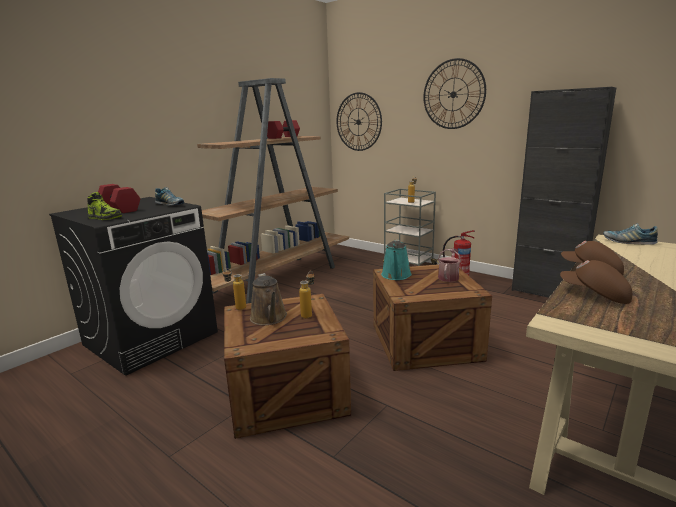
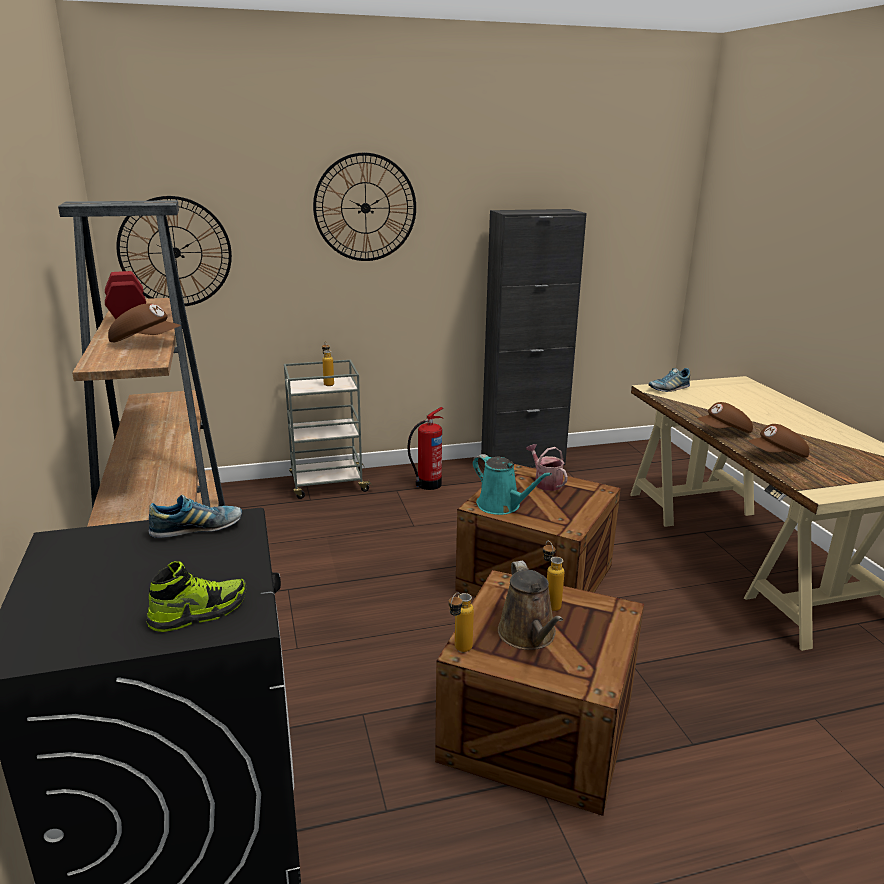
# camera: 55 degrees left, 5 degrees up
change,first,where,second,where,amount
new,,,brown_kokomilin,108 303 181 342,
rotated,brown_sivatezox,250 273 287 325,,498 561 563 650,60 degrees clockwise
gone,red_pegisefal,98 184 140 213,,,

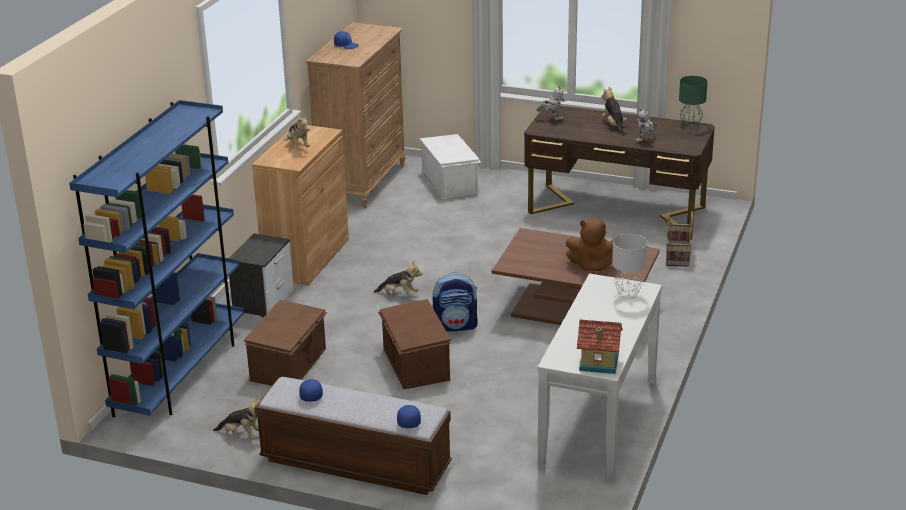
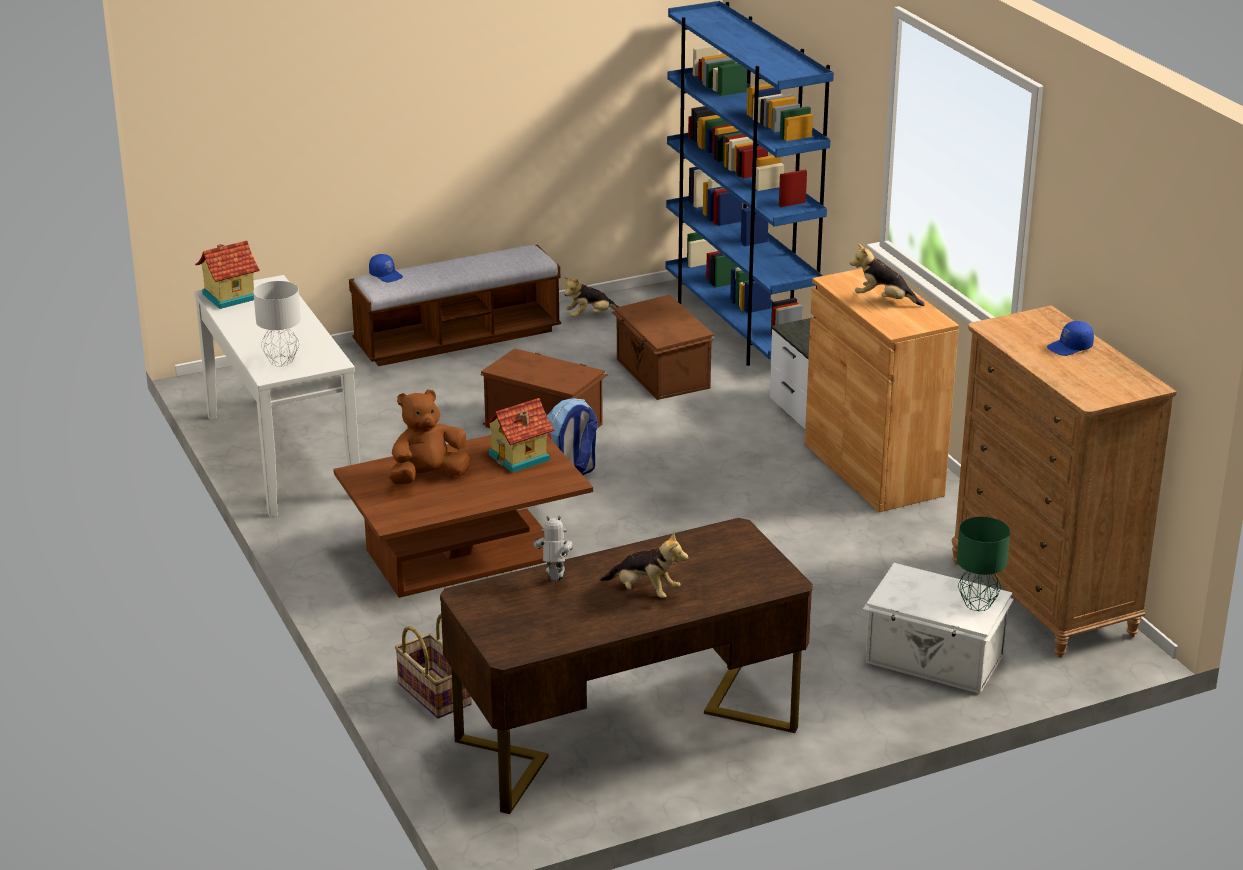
# camera: 135 degrees right, 0 degrees up
change,first,where,second,where,amount
new,,,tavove,483 398 554 473,
shifted,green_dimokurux,679 76 708 128,,957 517 1010 611,
gone,blue_kokomilin,299 379 323 402,,,
gone,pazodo,374 260 423 297,,,
gone,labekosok,536 85 566 121,,,

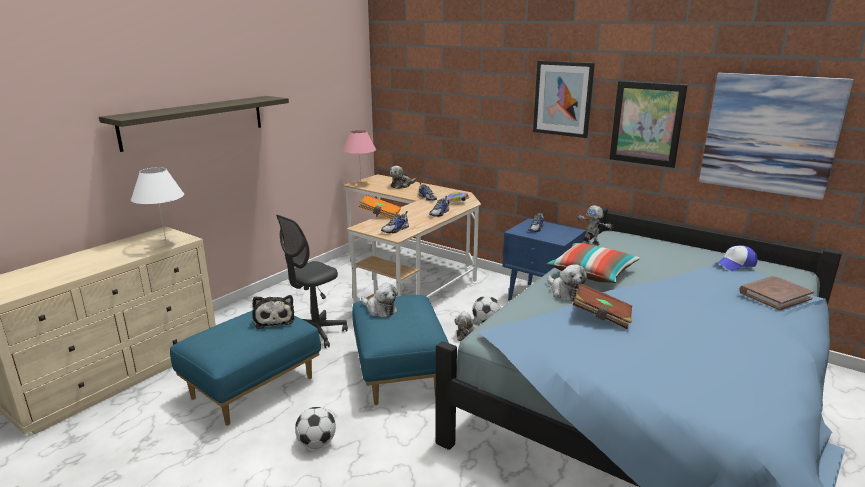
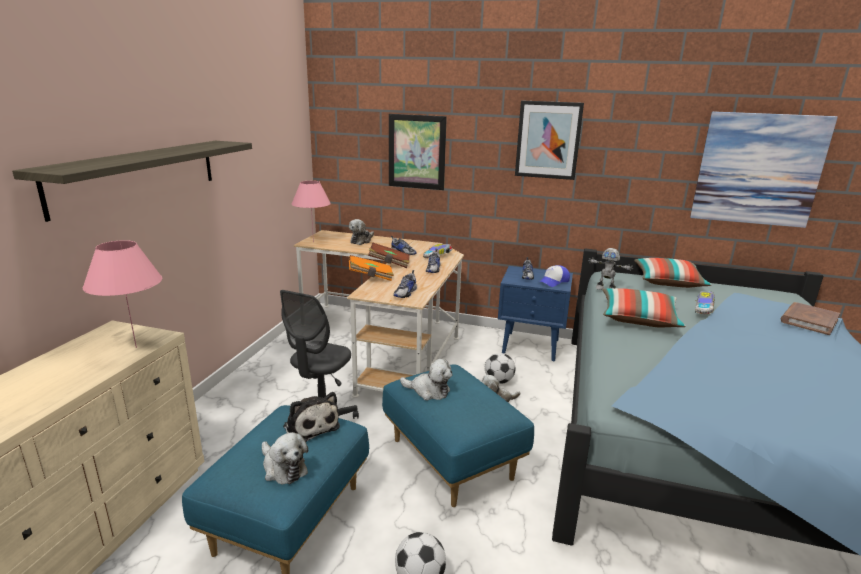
# camera: 20 degrees left, 0 degrees up
change,first,where,second,where,amount
repainted,white_dimokurux,131 167 184 245,pink_dimokurux,83 240 162 348,
shifted,pazodo,547 264 587 301,,262 432 308 484,
shifted,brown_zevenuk,573 283 632 329,,368 243 410 268,
shifted,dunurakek,609 81 688 168,,389 114 447 190,
shifted,kokomilin,716 245 758 270,,539 265 570 287,
new,,,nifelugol,634 258 711 288,
new,,,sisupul,695 291 715 314,

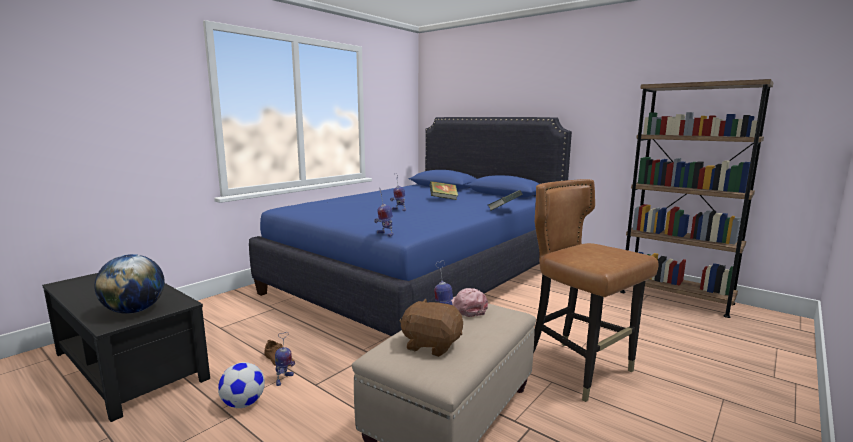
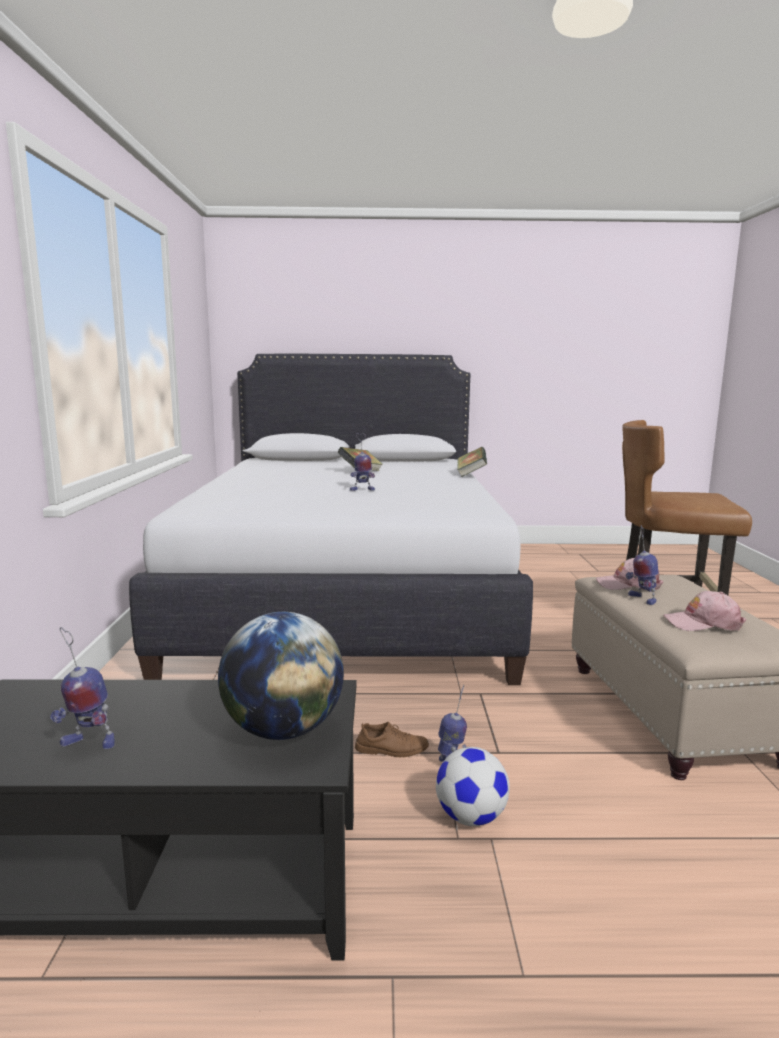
# camera: 40 degrees left, 0 degrees up
change,first,where,second,where,amount
shifted,labekosok,374 189 393 237,,50 627 115 749,
repainted,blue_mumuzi,249 117 572 336,white_mumuzi,129 354 533 685,
swapped,brown_pazodo,400 299 463 357,pink_kokomilin,663 591 746 631,
gone,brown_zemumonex,620 79 773 318,,,

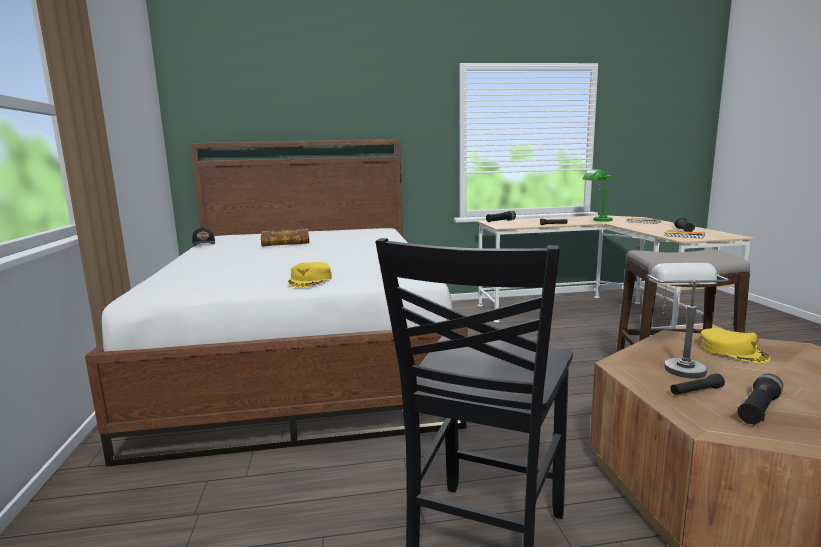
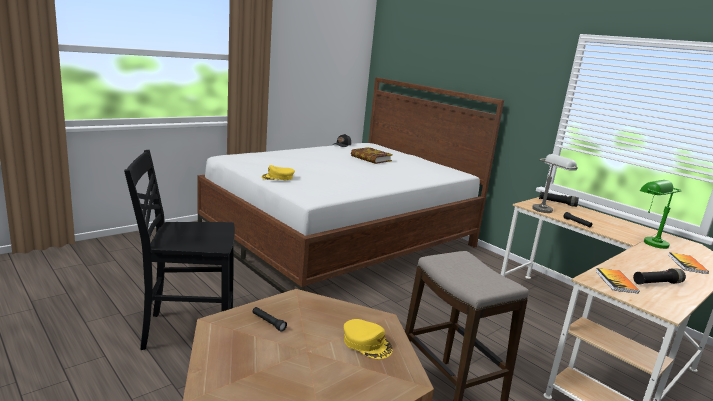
# camera: 55 degrees right, 5 degrees up
change,first,where,second,where,amount
rotated,yellow_kokomilin,701 328 770 363,,344 319 393 359,75 degrees counterclockwise
shifted,grey_dimokurux,646 263 730 379,,532 154 578 213,
gone,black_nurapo,738 374 783 424,,,

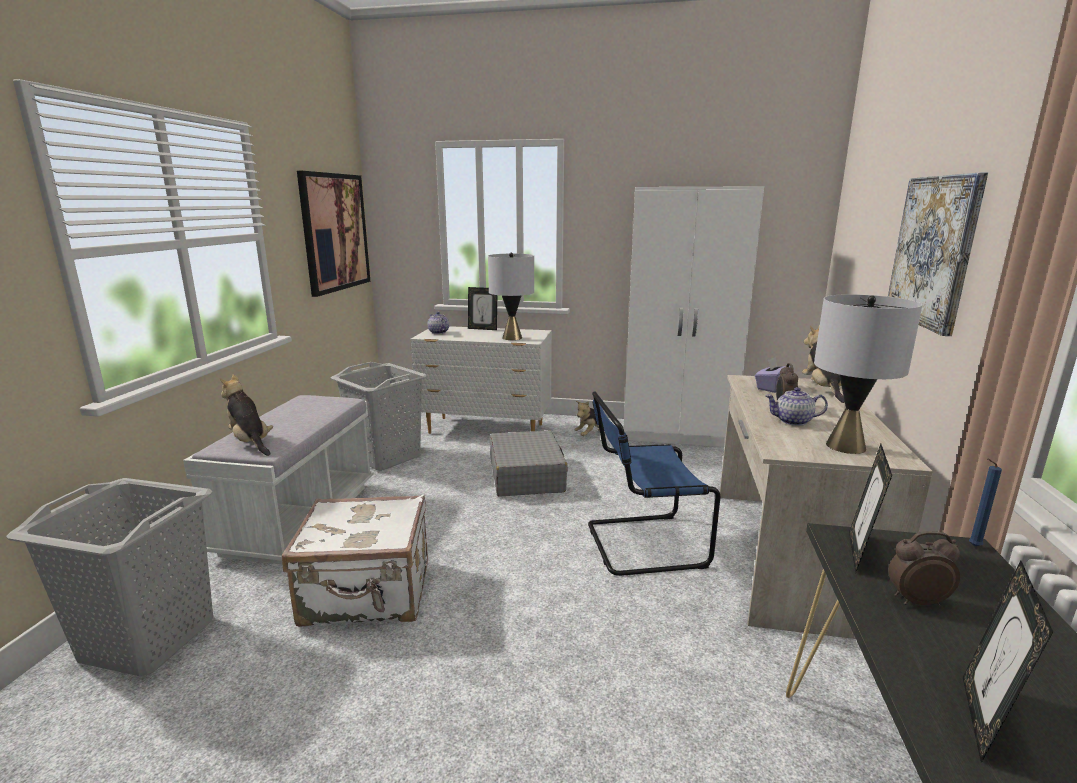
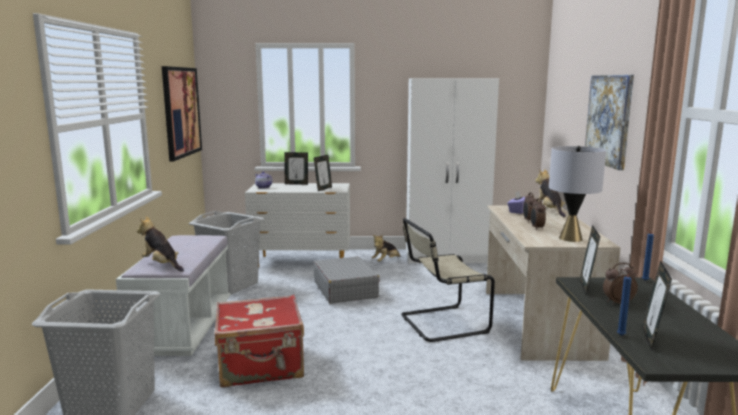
# camera: 10 degrees left, 5 degrees down
change,first,where,second,where,amount
repainted,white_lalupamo,282 495 428 627,red_lalupamo,214 295 304 388,
swapped,grey_dimokurux,488 253 534 340,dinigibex,314 155 332 191,
repainted,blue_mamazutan,588 391 721 576,beige_mamazutan,401 218 495 342,
swapped,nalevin,765 387 828 426,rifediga,531 198 546 230,
new,,,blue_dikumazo,617 272 635 336,

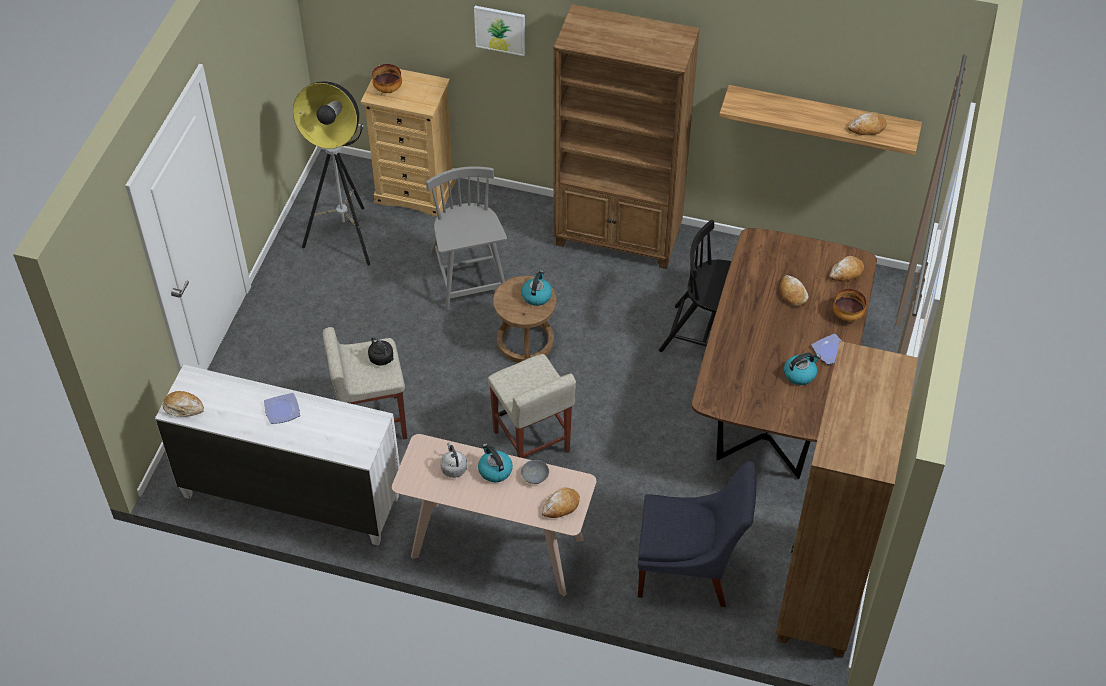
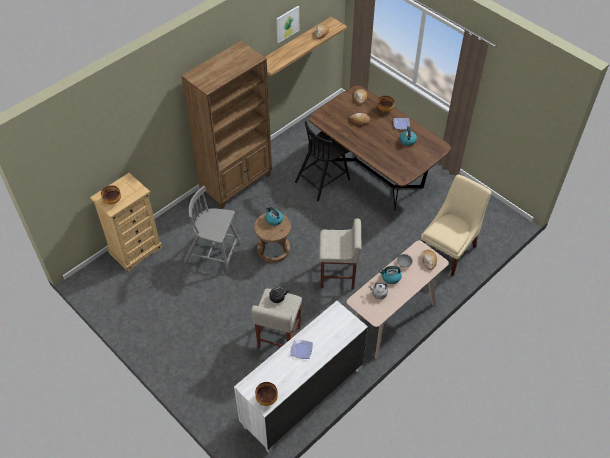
# camera: 60 degrees left, 0 degrees up
change,first,where,second,where,amount
swapped,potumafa,163 391 204 417,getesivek,255 382 278 406,
shifted,dunurakek,474 6 525 56,,276 6 299 43,
repainted,blue_mamazutan,638 461 756 607,beige_mamazutan,421 174 491 276,
gone,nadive,293 82 370 266,,,
gone,brown_zemumonex,775 341 918 658,,,

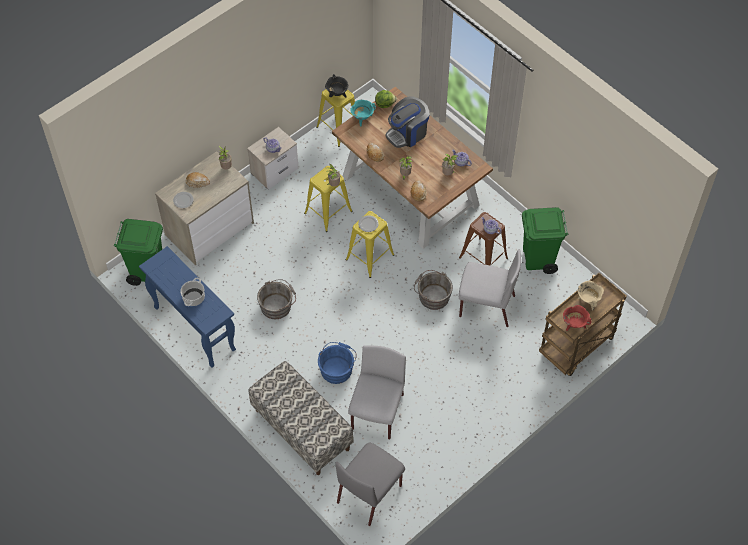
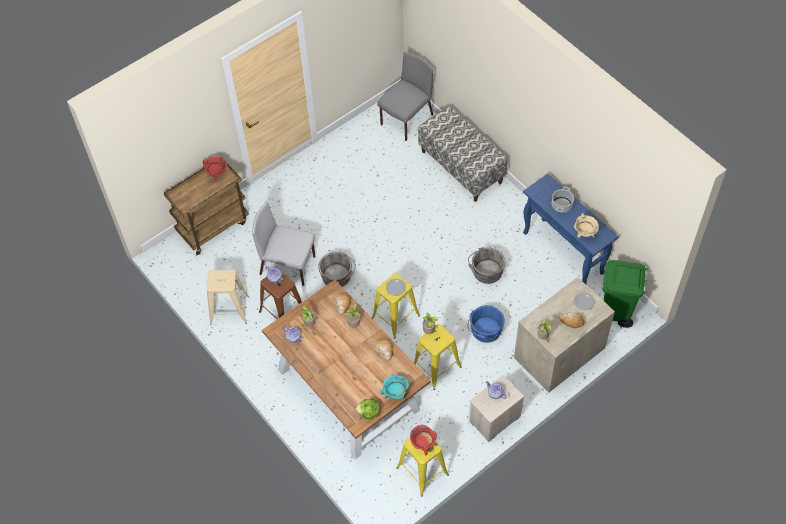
# camera: 175 degrees left, 0 degrees up
change,first,where,second,where,amount
swapped,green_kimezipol,522 207 568 274,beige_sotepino,207 270 248 325,
repainted,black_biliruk,325 74 348 98,red_biliruk,410 425 437 455,
shifted,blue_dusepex,318 342 357 384,,467 305 505 343,
shifted,beige_biliruk,578 281 604 310,,574 213 599 238,
gone,grey_mamazutan,348 346 406 440,,,
gone,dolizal,385 96 430 148,,,

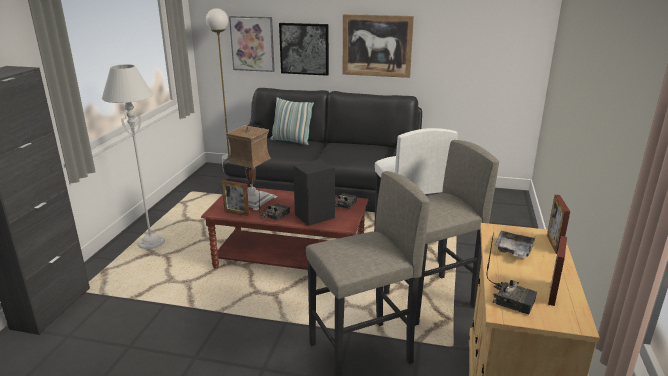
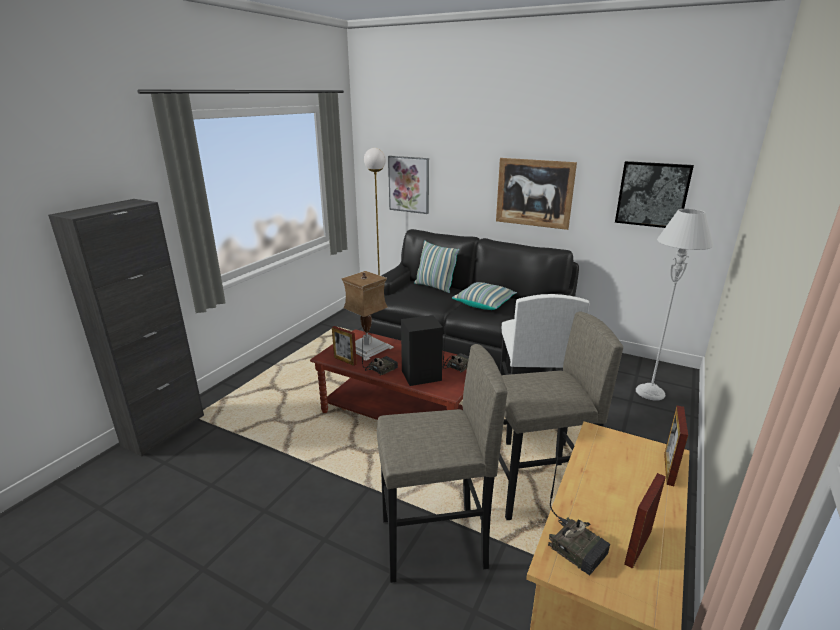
# camera: 15 degrees right, 0 degrees up
change,first,where,second,where,amount
new,,,nifelugol,452 282 517 310,
shifted,dunurakek,279 23 329 76,,615 161 694 228,
shifted,grey_nadive,102 64 165 249,,636 209 713 401,
gone,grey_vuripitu,494 231 536 258,,,

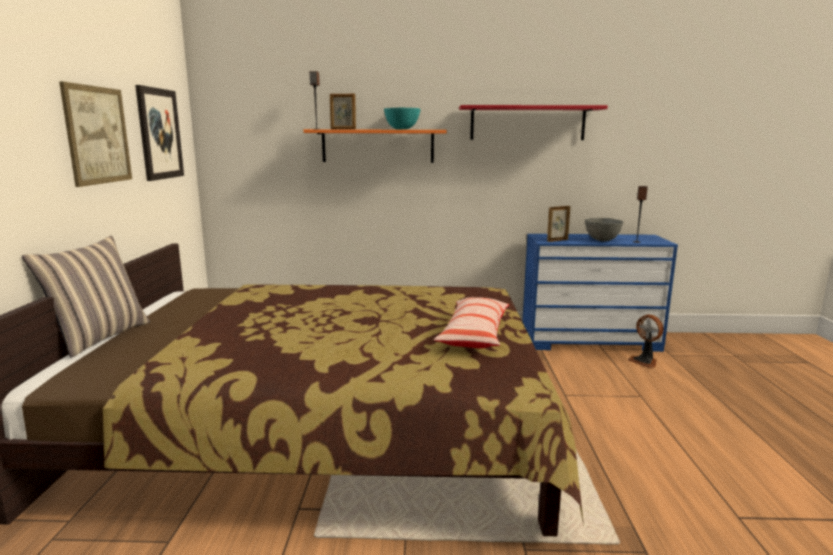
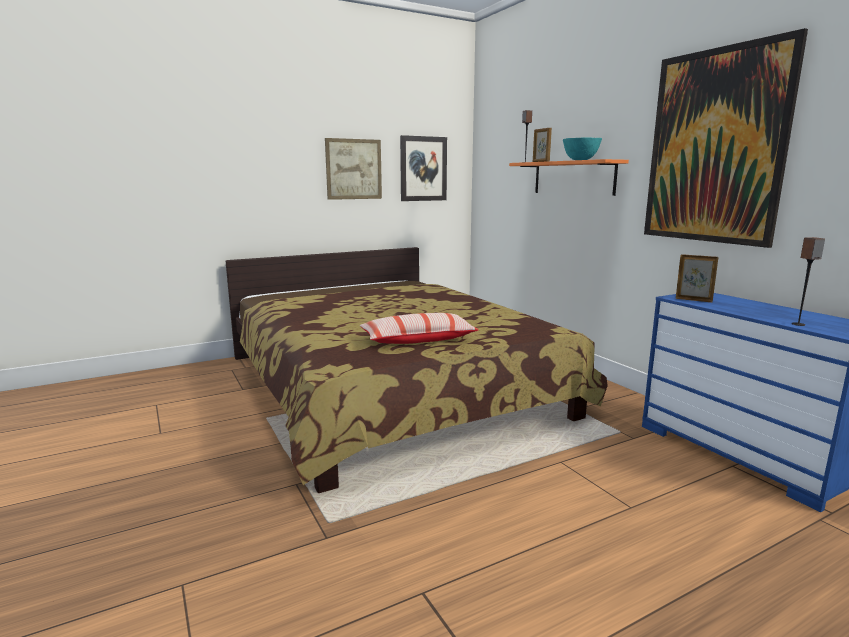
# camera: 60 degrees right, 0 degrees up
change,first,where,second,where,amount
swapped,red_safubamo,459 105 608 140,dunurakek,644 28 808 248,
gone,nifelugol,22 236 150 358,,,
gone,grey_getesivek,585 218 624 241,,,
gone,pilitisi,628 315 663 368,,,

